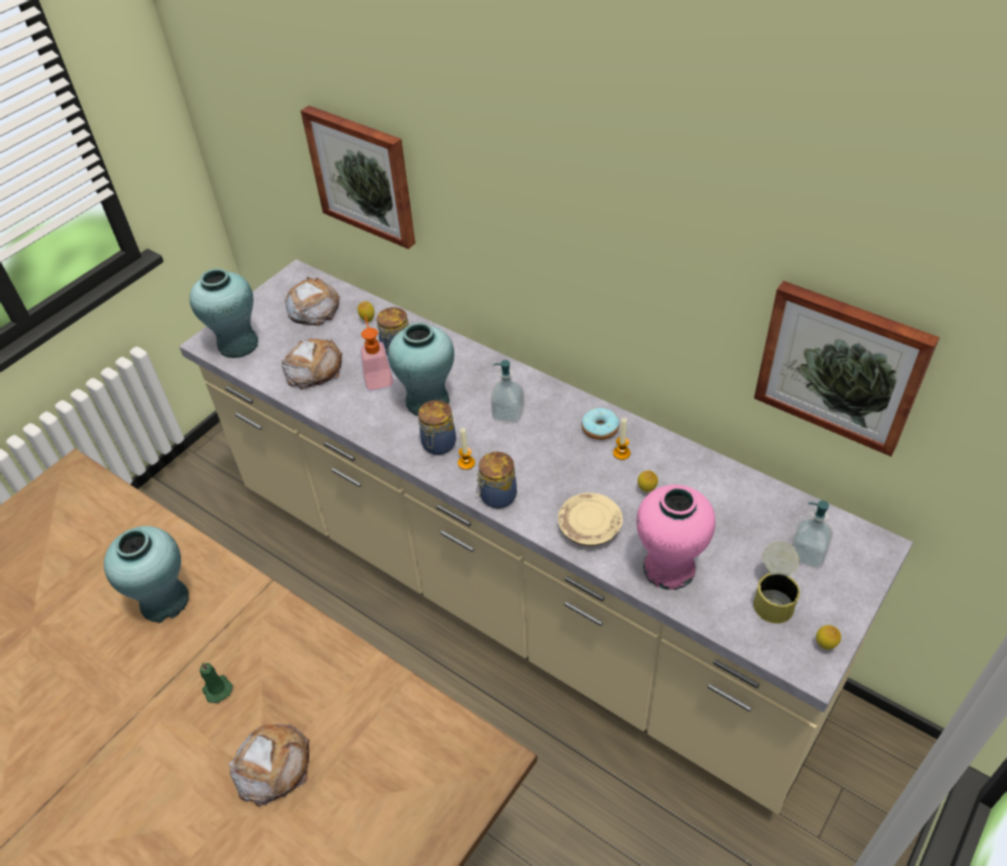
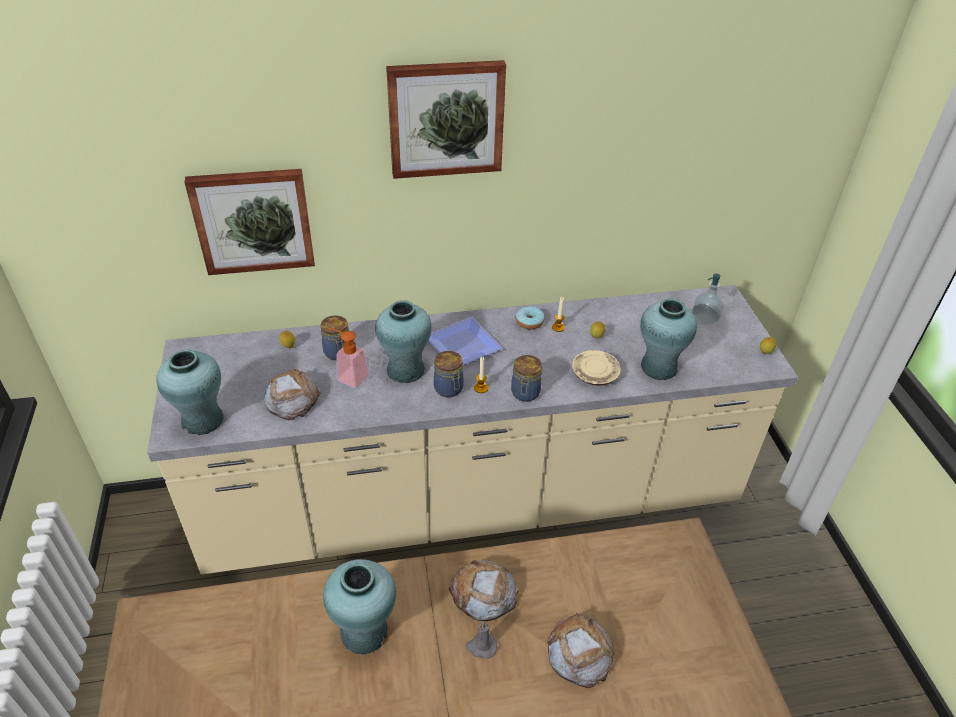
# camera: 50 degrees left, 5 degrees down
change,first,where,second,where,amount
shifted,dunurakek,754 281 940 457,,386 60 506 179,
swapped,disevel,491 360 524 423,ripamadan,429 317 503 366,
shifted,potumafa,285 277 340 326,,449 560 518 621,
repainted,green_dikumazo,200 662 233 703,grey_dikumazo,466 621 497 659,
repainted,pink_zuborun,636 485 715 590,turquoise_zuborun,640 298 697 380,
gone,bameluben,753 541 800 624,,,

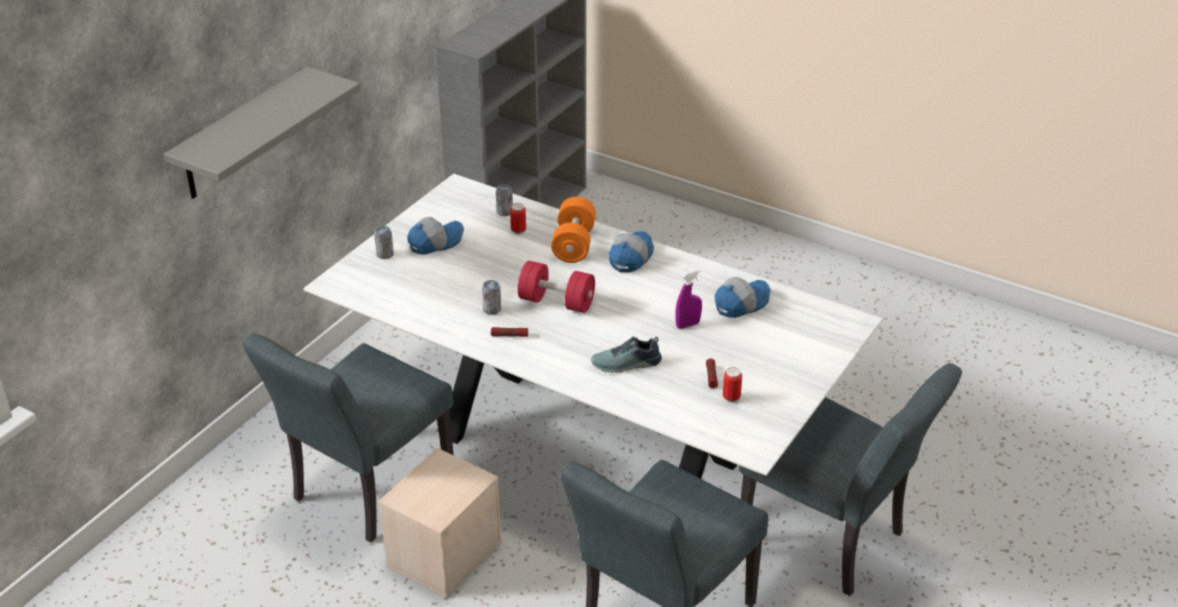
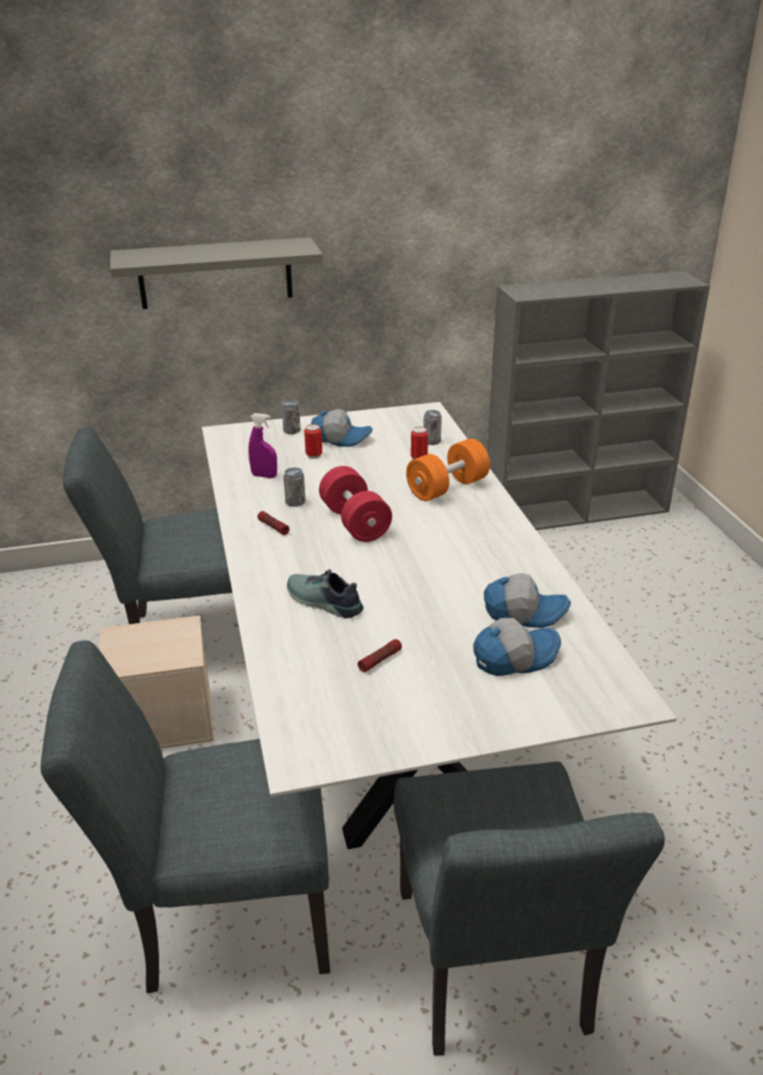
# camera: 45 degrees right, 5 degrees down
change,first,where,second,where,amount
shifted,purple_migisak,675 269 702 329,,248 413 277 478,
shifted,bameluben,723 367 742 403,,304 424 322 459,
shifted,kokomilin,609 231 654 272,,473 618 561 676,

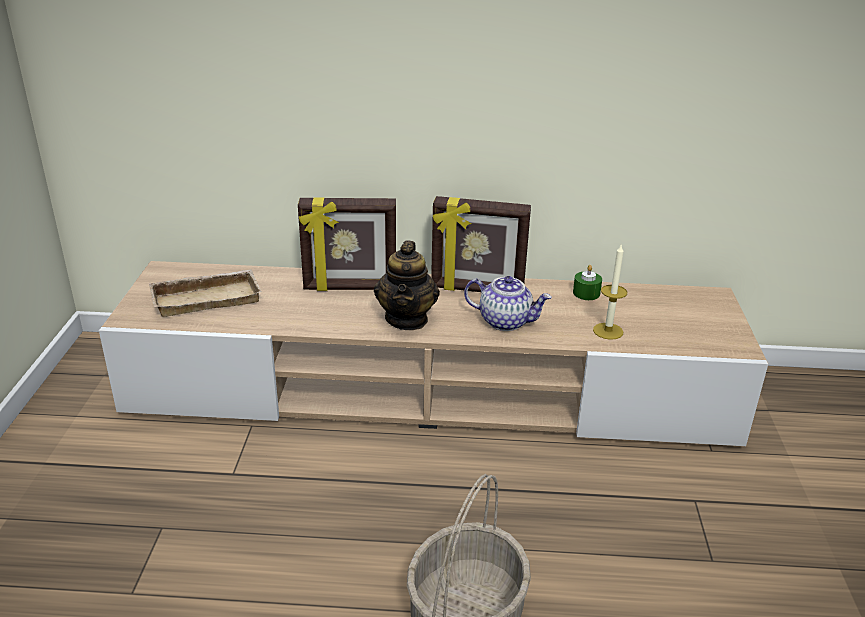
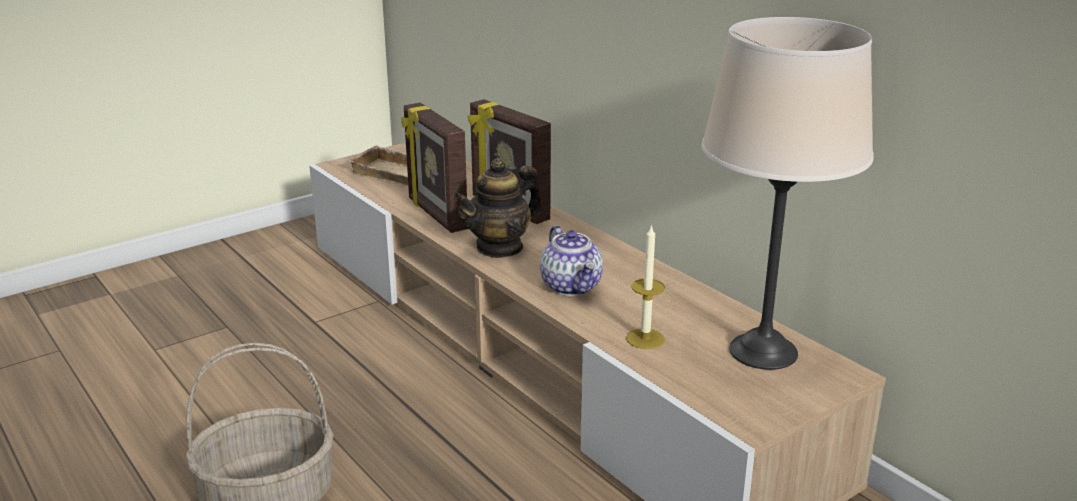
# camera: 50 degrees right, 5 degrees down
change,first,where,second,where,amount
shifted,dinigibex,431 196 531 292,,401 103 468 233,
new,,,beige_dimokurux,702 17 874 370,
gone,green_dikumazo,573 265 602 300,,,

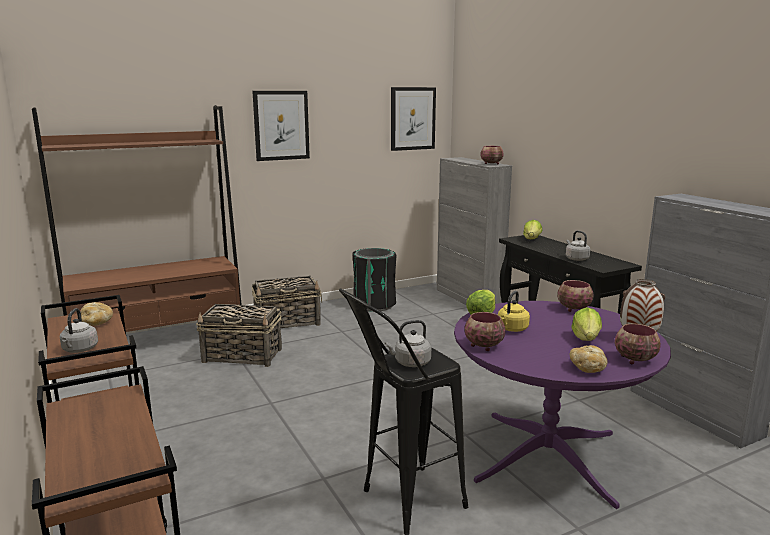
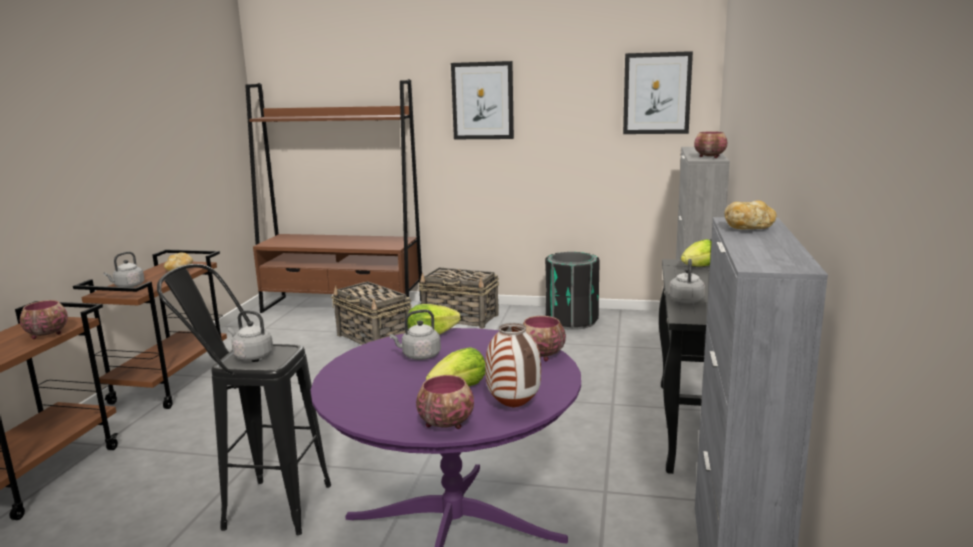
# camera: 40 degrees right, 0 degrees up
change,first,where,second,where,amount
shifted,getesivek,465 312 506 351,,20 300 68 339,
repainted,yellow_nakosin,498 291 530 332,grey_nakosin,389 309 441 360,
shifted,potumafa,570 345 608 373,,725 200 777 229,

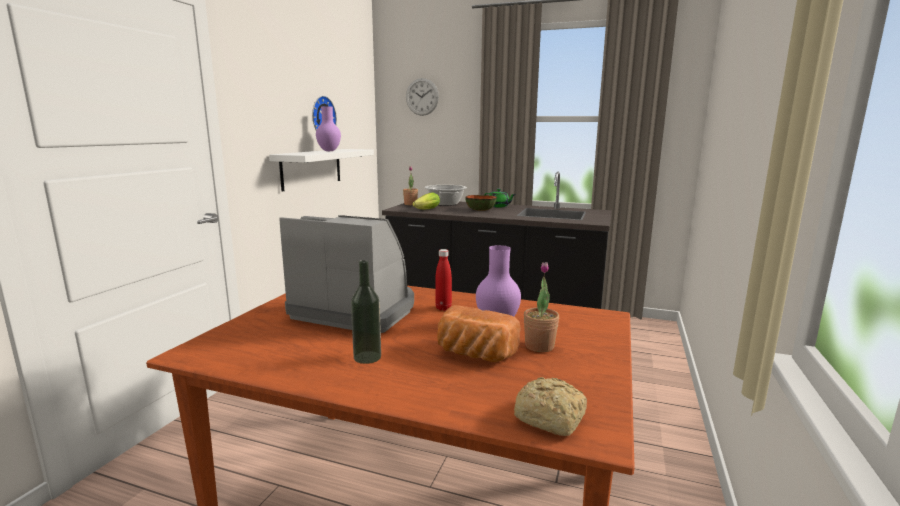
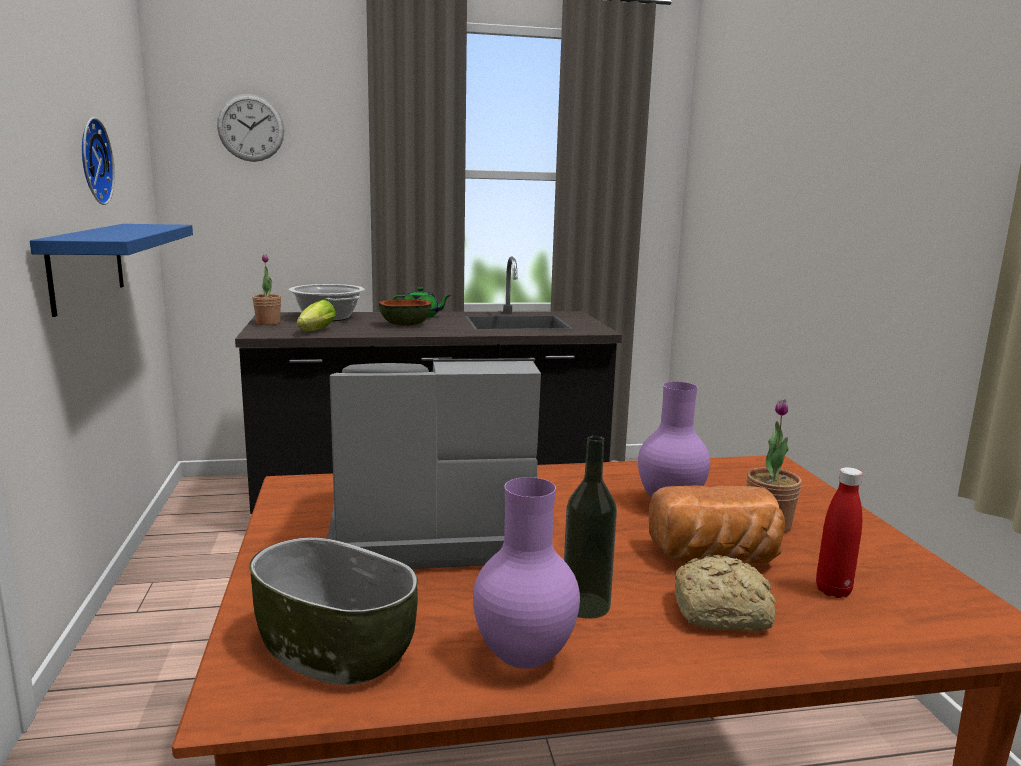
# camera: 30 degrees left, 0 degrees up
change,first,where,second,where,amount
repainted,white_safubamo,269 149 374 192,blue_safubamo,30 224 193 317,
new,,,getesivek,249 537 418 685,
shifted,purple_zuborun,316 106 341 151,,473 477 580 669,
shifted,potumafa,514 377 587 436,,675 555 776 632,
shifted,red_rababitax,435 249 452 311,,816 467 863 598,

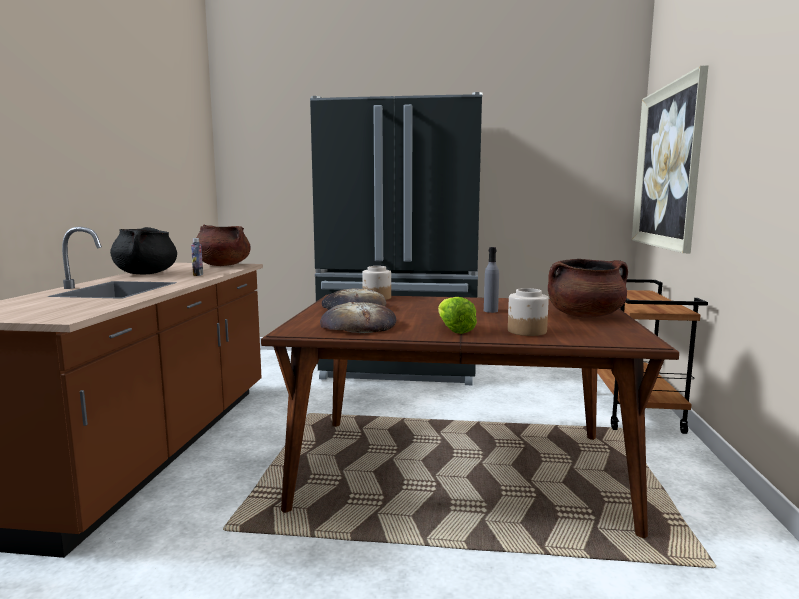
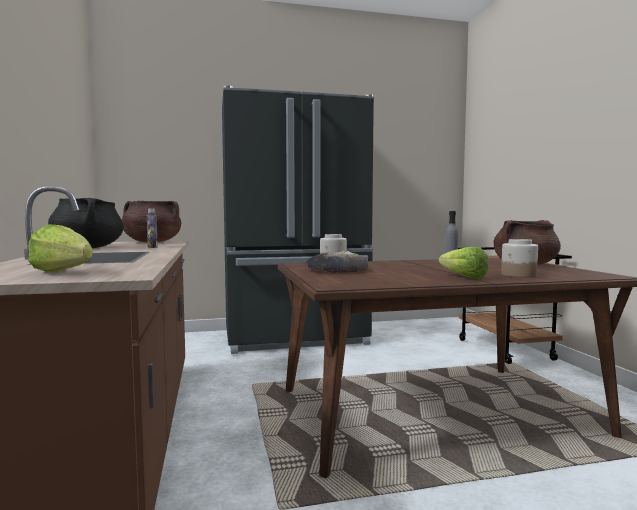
# camera: 20 degrees left, 5 degrees down
change,first,where,second,where,amount
new,,,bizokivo,28 224 93 272,
gone,potumafa,320 302 396 333,,,
gone,dunurakek,632 65 708 253,,,

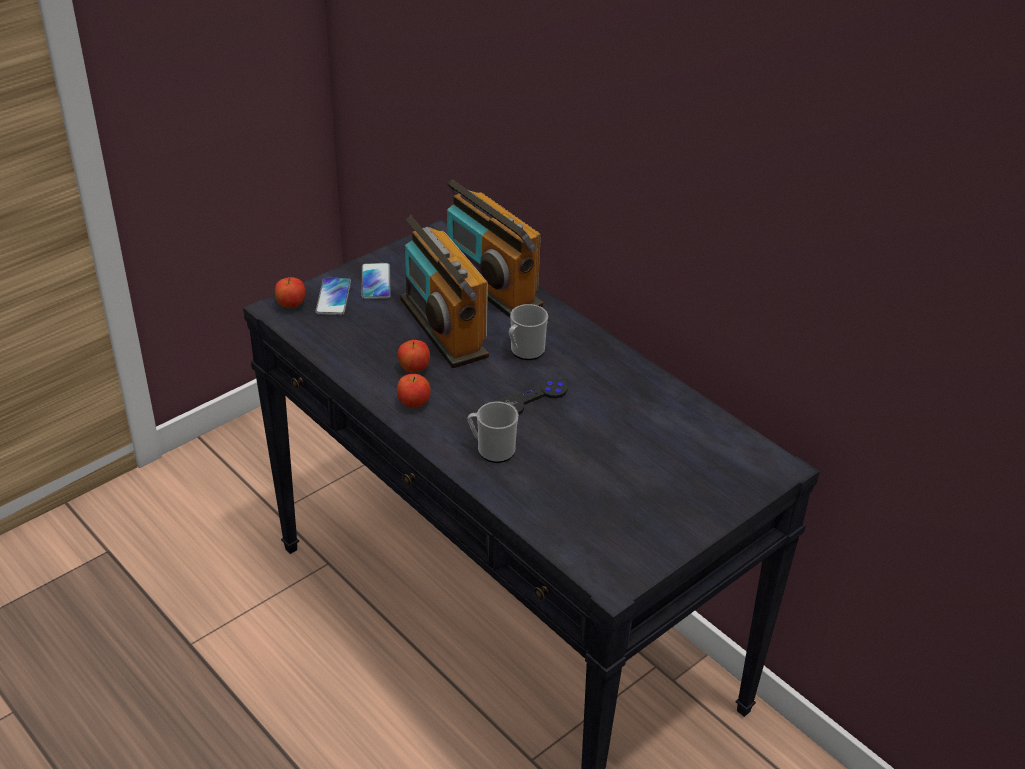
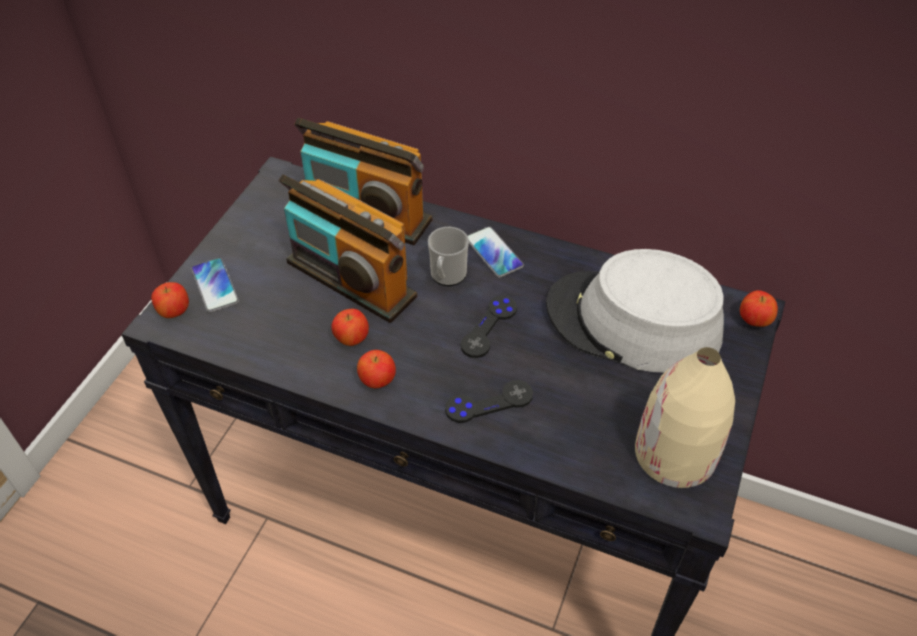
# camera: 25 degrees left, 10 degrees up
change,first,where,second,where,amount
swapped,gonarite,467 402 518 463,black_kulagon,445 380 533 423,
shifted,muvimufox,361 263 391 300,,467 226 524 278,
new,,,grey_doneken,546 249 724 373,
new,,,beige_zuborun,635 347 735 488,
new,,,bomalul,740 290 778 327,

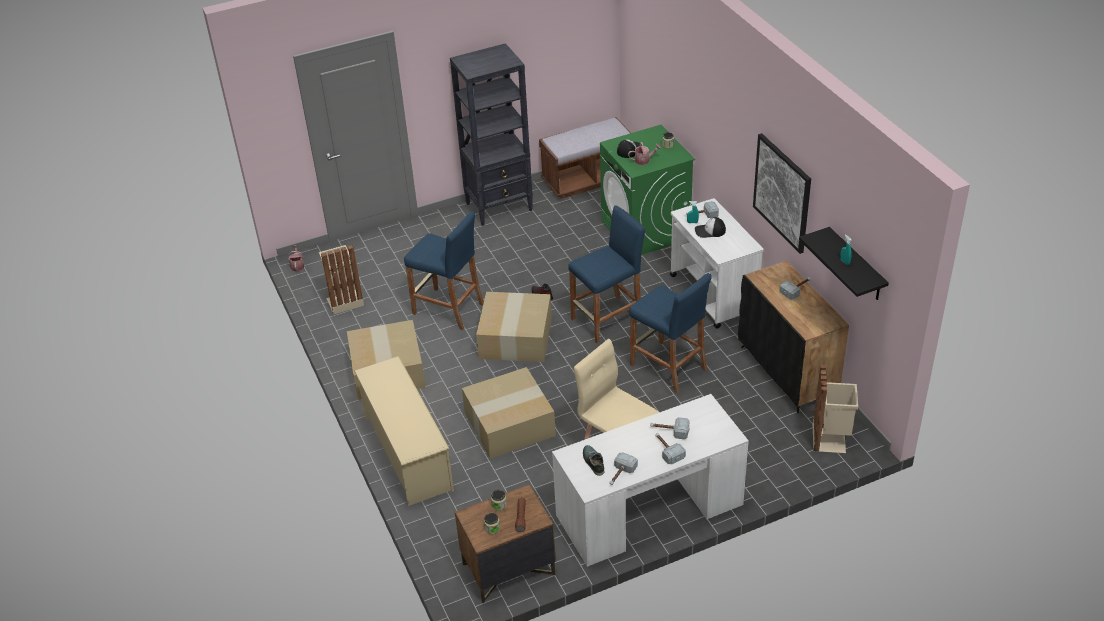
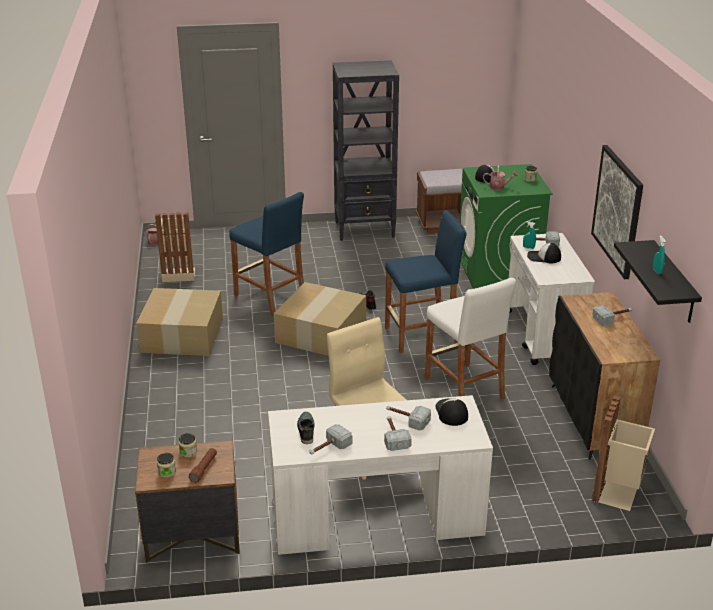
# camera: 15 degrees right, 10 degrees down
change,first,where,second,where,amount
repainted,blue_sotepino,629 273 712 393,white_sotepino,425 278 516 400,
new,,,kokomilin,435 398 468 426,
gone,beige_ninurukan,354 356 454 506,,,
gone,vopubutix,462 367 556 459,,,

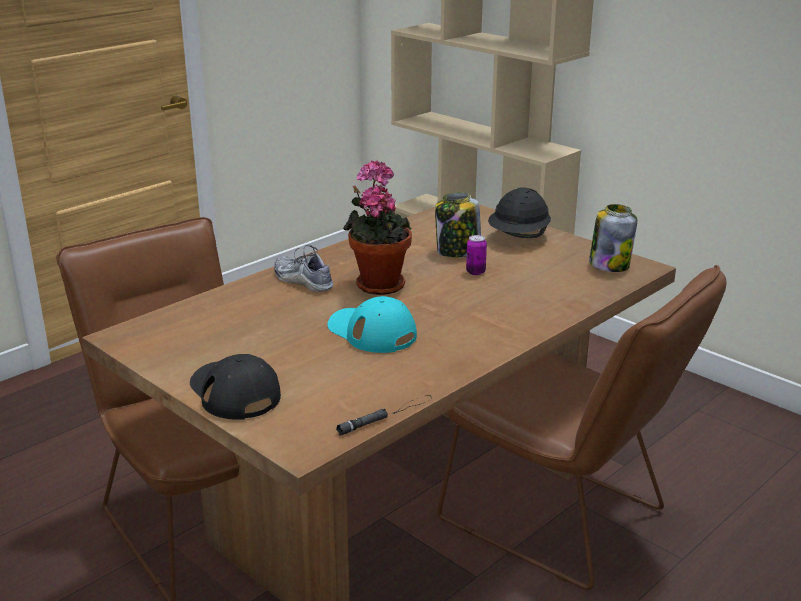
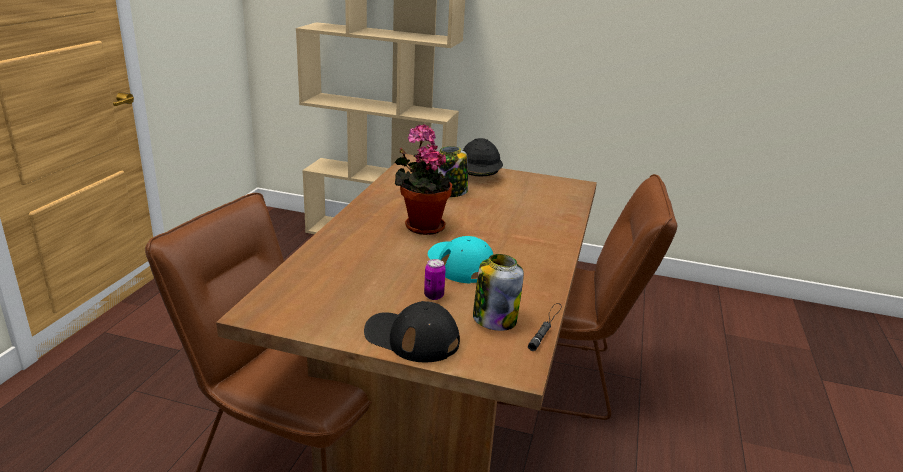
# camera: 30 degrees left, 0 degrees up
change,first,where,second,where,amount
shifted,bameluben,466 235 487 275,,424 259 446 300,
rotated,turquoise_kokomilin,328 296 417 353,,428 236 494 283,45 degrees clockwise
shifted,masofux,589 204 637 272,,473 254 524 331,
gone,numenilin,274 245 333 292,,,

